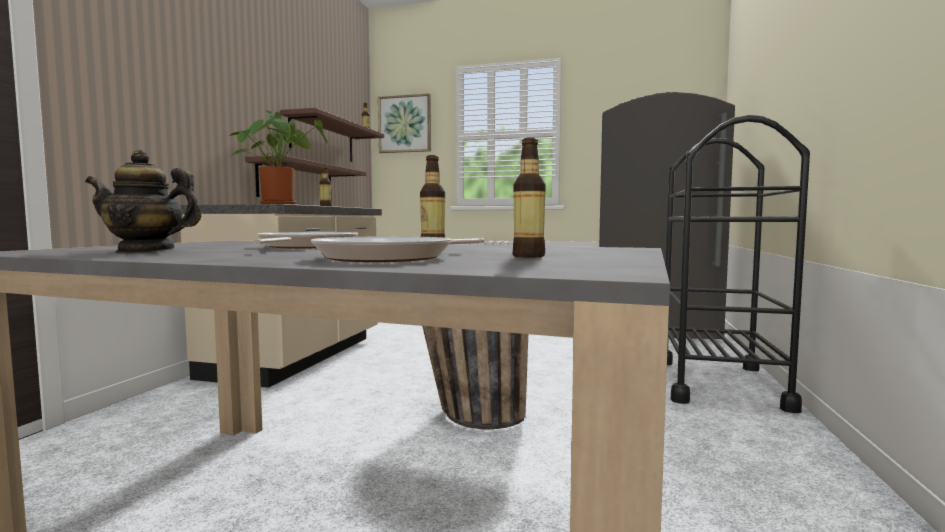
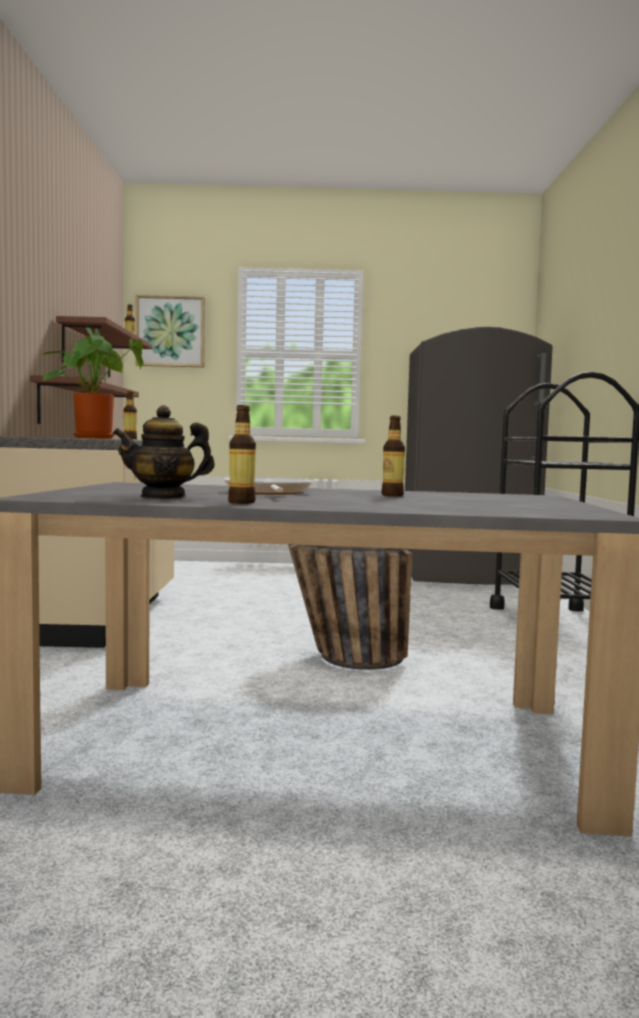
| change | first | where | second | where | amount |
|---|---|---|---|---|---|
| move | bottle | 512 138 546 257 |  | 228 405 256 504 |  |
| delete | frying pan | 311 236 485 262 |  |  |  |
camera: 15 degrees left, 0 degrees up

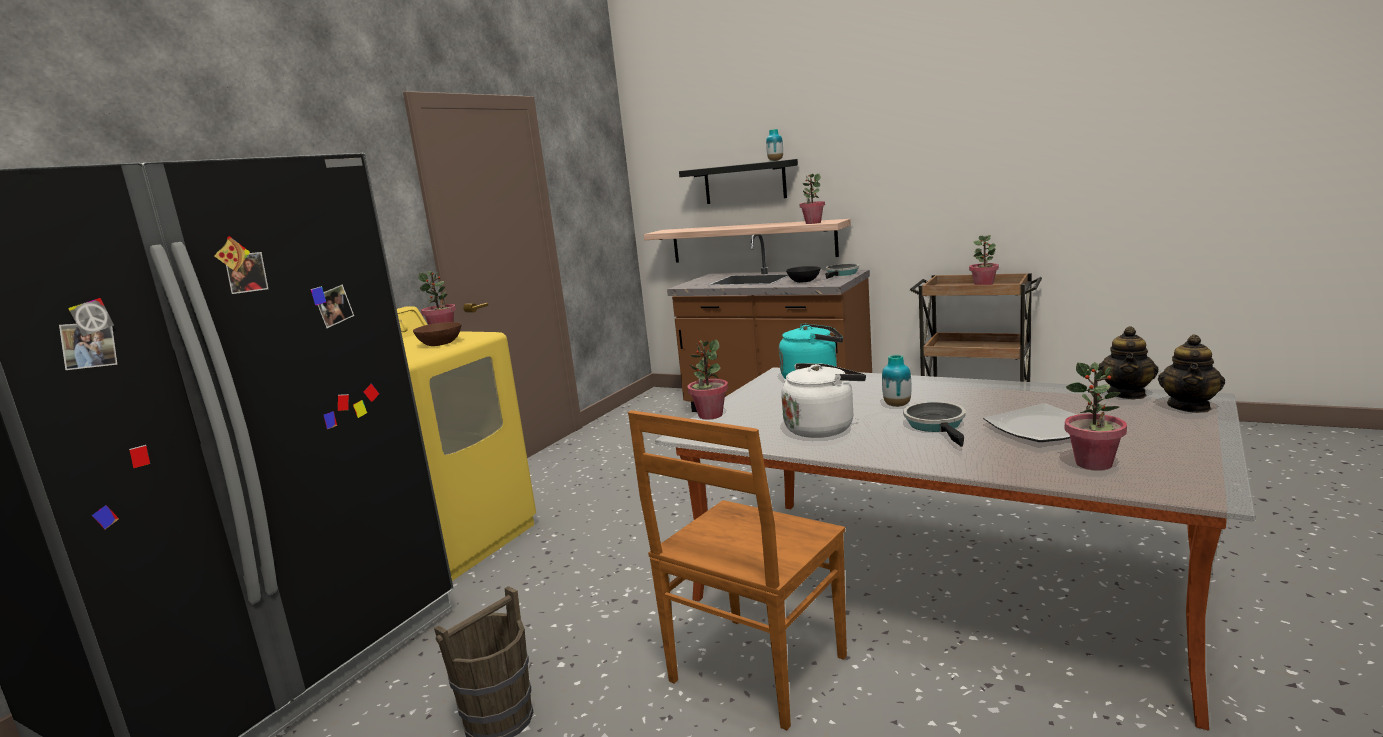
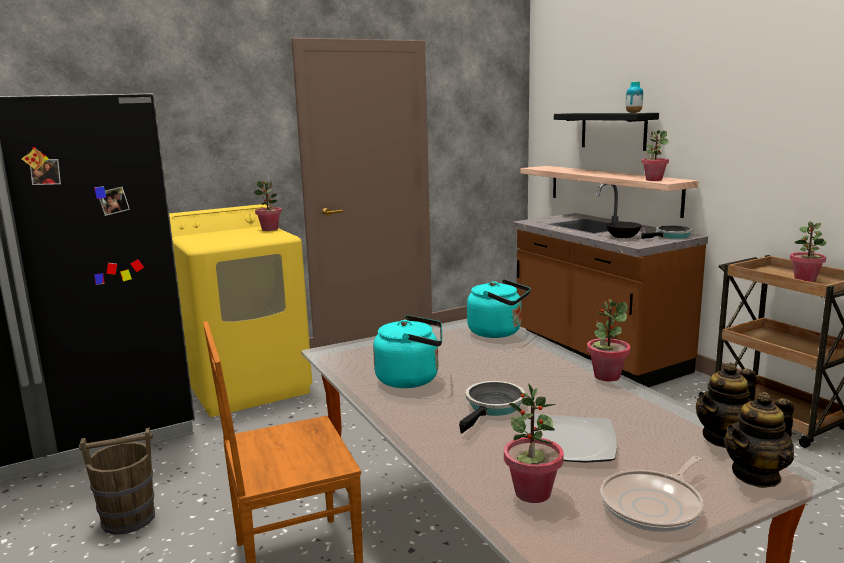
| change | first | where | second | where | amount |
|---|---|---|---|---|---|
| delete | brown bowl | 413 322 462 346 |  |  |  |
| move | potted plant | 688 339 728 419 |  | 587 299 630 381 |  |
| delete | vase | 882 355 911 407 |  |  |  |
| recolor | white kettle | 781 363 866 438 | turquoise kettle | 373 315 442 388 |  |
| insert |  |  | frying pan | 600 456 704 532 |  |
camera: 30 degrees right, 0 degrees up

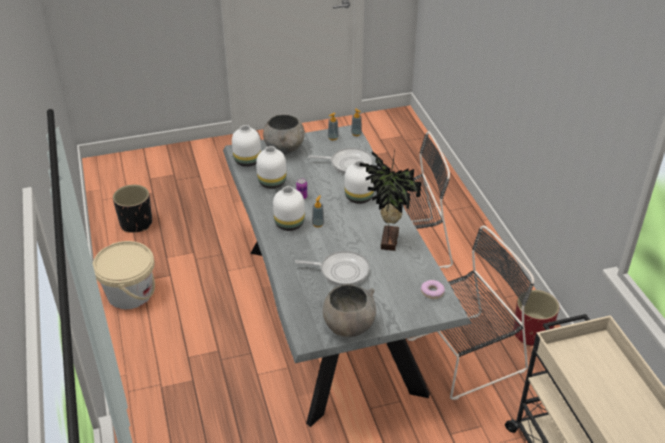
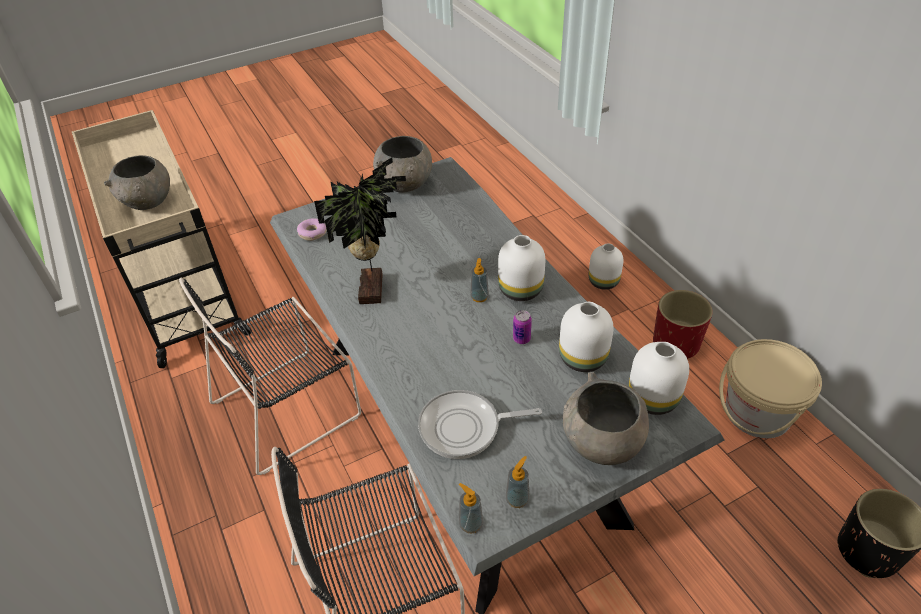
| change | first | where | second | where | amount |
|---|---|---|---|---|---|
| move | white vase | 345 160 374 204 |  | 589 243 624 290 |  |
| delete | frying pan | 295 251 370 286 |  |  |  |
| move | red planter | 513 290 559 346 |  | 653 290 712 359 |  |
| insert |  |  | grey bowl | 104 155 170 210 |  |
camera: 170 degrees right, 5 degrees up

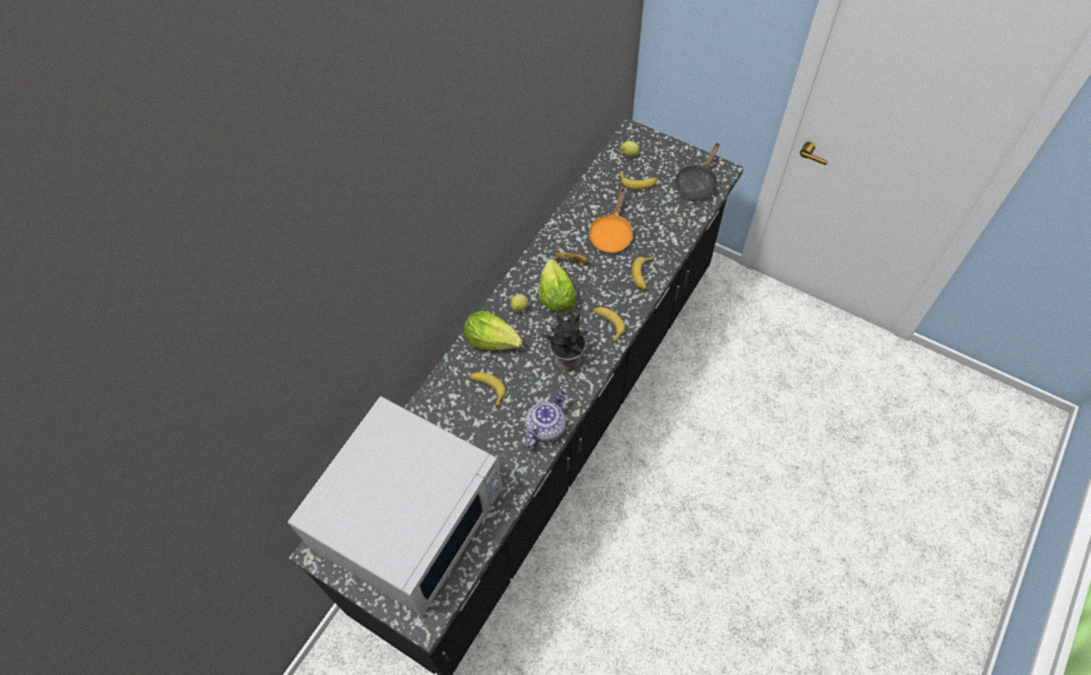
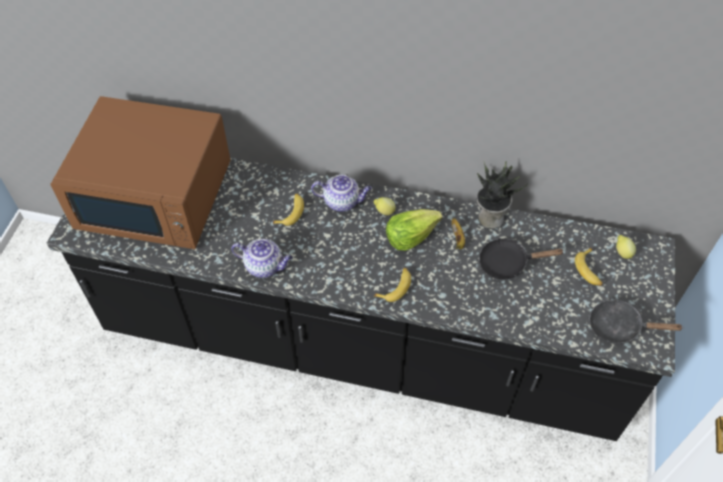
| change | first | where | second | where | amount |
|---|---|---|---|---|---|
| recolor | orange frying pan | 589 187 633 253 | black frying pan | 479 238 564 279 |  |
| delete | banana | 632 256 654 290 |  |  |  |
| move | potted plant | 535 305 591 371 |  | 477 161 528 229 |  |
| replace | lettuce | 464 311 523 350 | teapot | 311 175 372 212 |  |
| recolor | white microwave | 288 396 503 616 | brown microwave | 50 96 231 249 |  |
camera: 70 degrees right, 5 degrees down

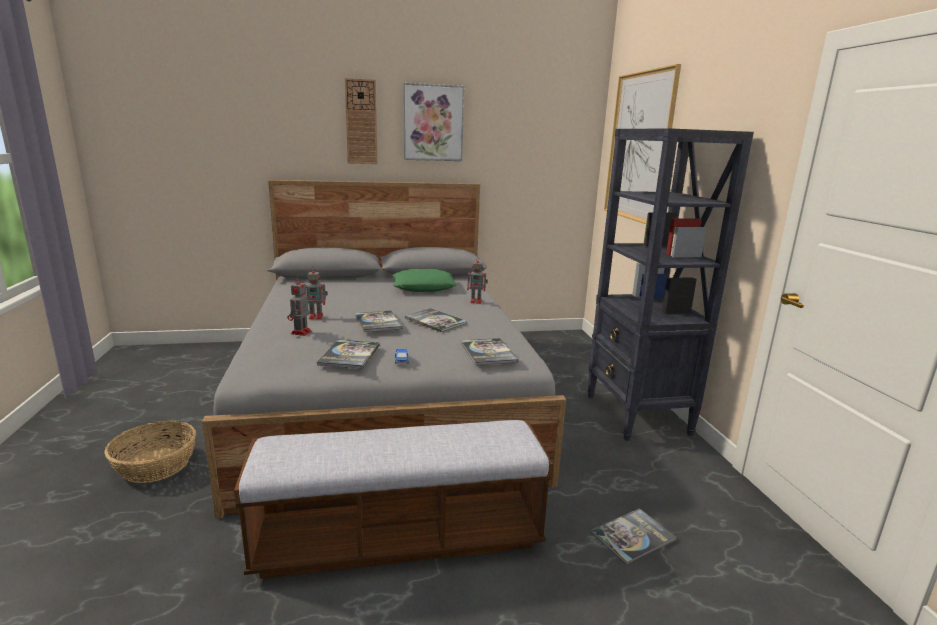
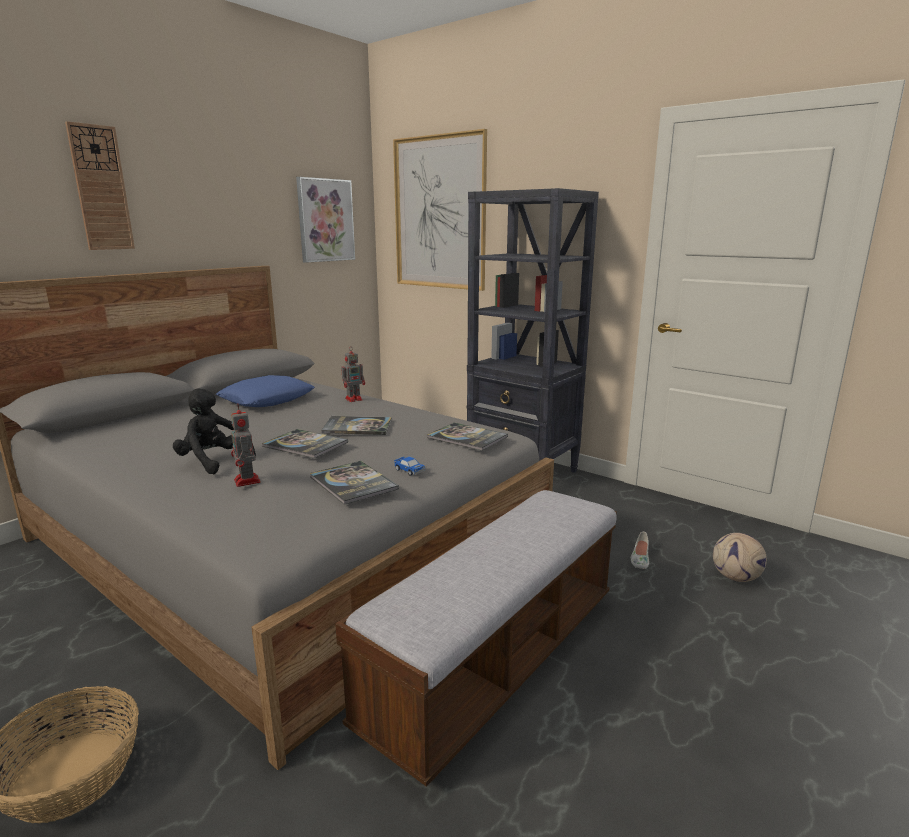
| change | first | where | second | where | amount |
|---|---|---|---|---|---|
| move | picture | 404 83 464 161 |  | 296 177 355 263 |  |
| replace | toy robot | 305 267 328 319 | black plush toy | 173 388 256 474 |  |
| recolor | green pillow | 392 269 457 292 | blue pillow | 216 375 315 407 |  |
| replace | book | 591 508 676 565 | white shoe | 631 532 649 569 |  |
| insert |  |  | football | 713 533 767 582 |  |
camera: 40 degrees left, 0 degrees up

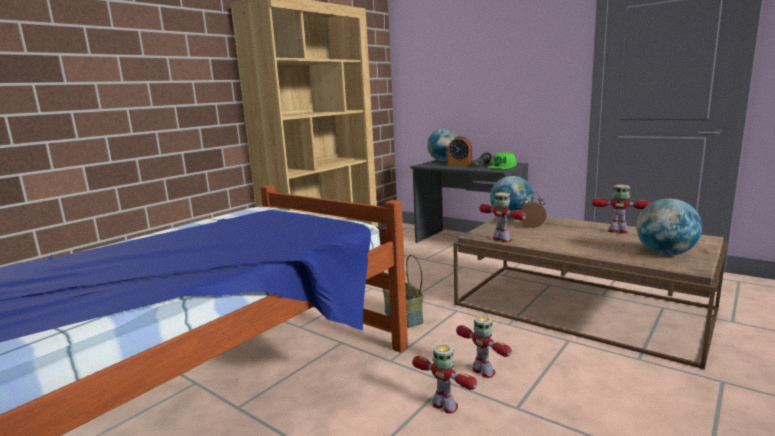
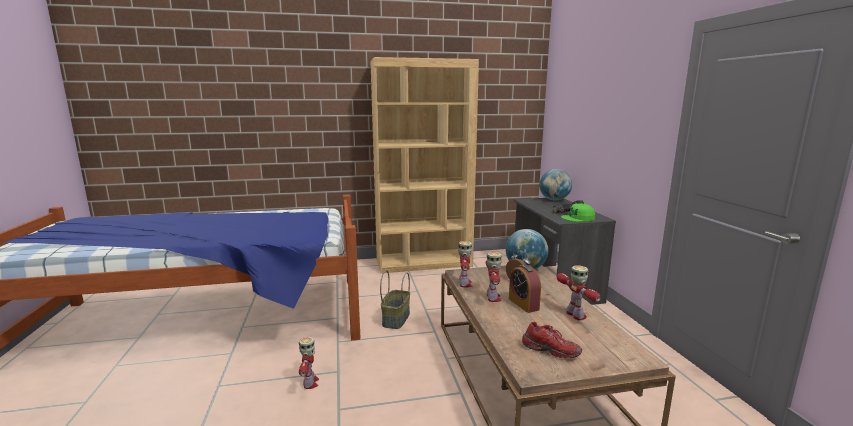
| change | first | where | second | where | amount |
|---|---|---|---|---|---|
| move | alarm clock | 448 136 472 166 |  | 509 264 541 313 |  |
| replace | globe | 636 199 702 256 | red shoe | 522 322 582 358 |  |
| move | toy robot | 456 315 512 378 |  | 486 252 502 302 |  |
camera: 40 degrees right, 0 degrees up

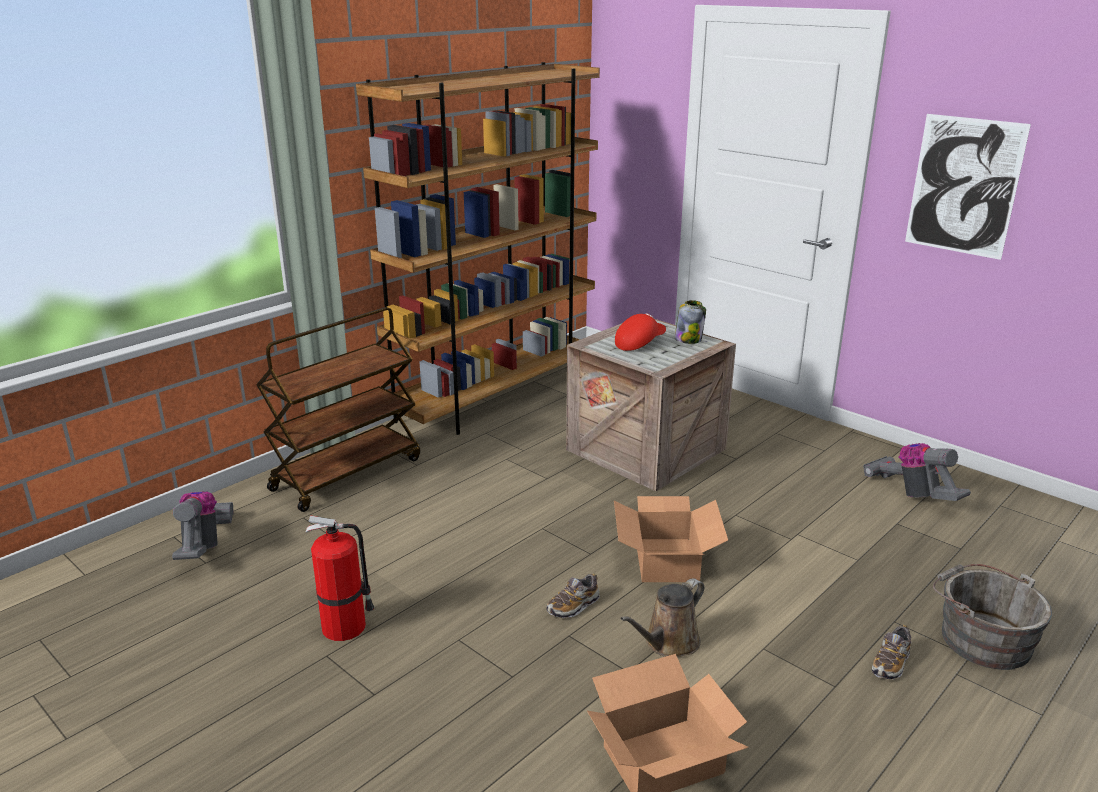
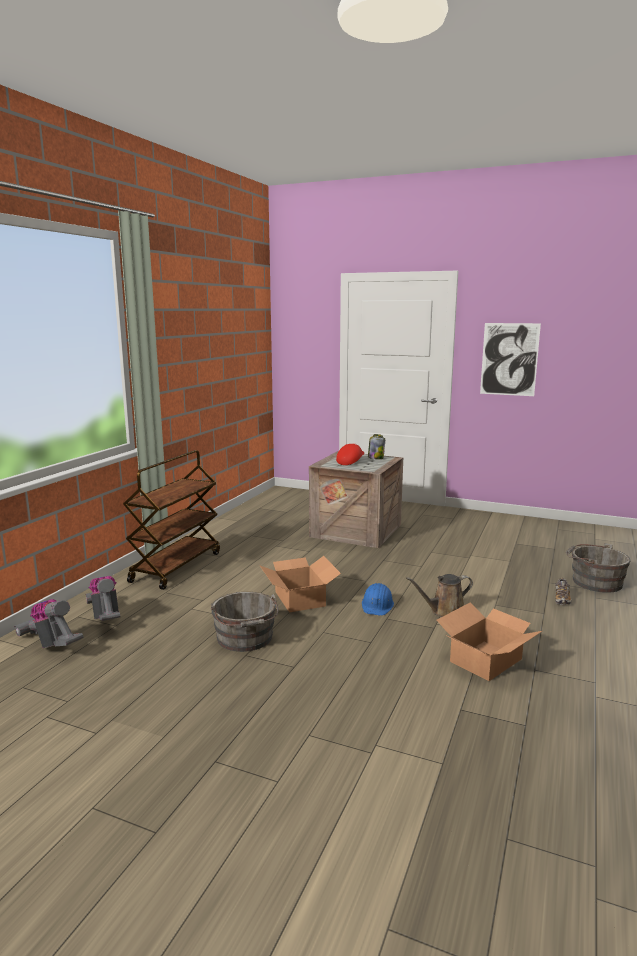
| change | first | where | second | where | amount |
|---|---|---|---|---|---|
| delete | brown bookcase | 356 62 600 435 |  |  |  |
| move | vacuum cleaner | 863 443 971 501 |  | 14 599 84 648 |  |
| move | cardboard box | 614 496 728 582 |  | 260 556 341 612 |  |
| replace | fire extinguisher | 305 515 375 641 | grey bucket | 211 592 278 652 |  |
| replace | shoe | 546 573 600 618 | blue hard hat | 362 583 394 616 |  |
| rotate | brown watering can | 620 578 704 657 |  | 406 574 473 617 | 45 degrees clockwise |
camera: 20 degrees left, 10 degrees down

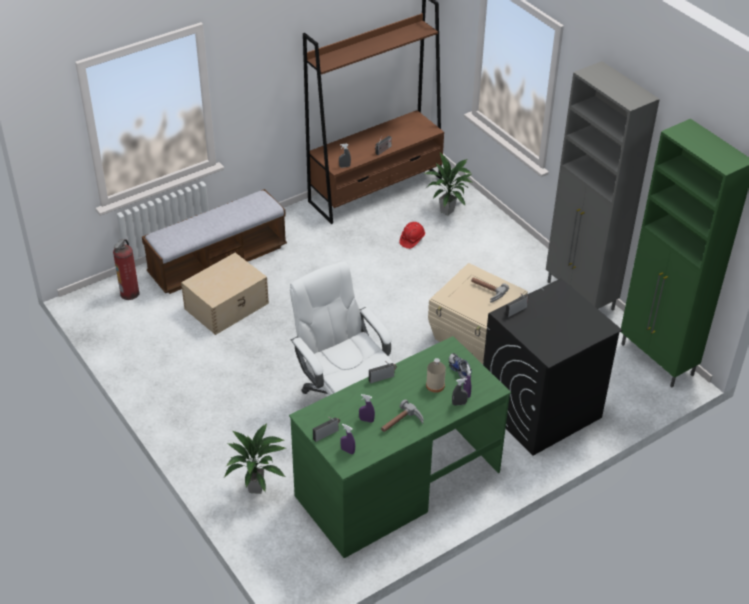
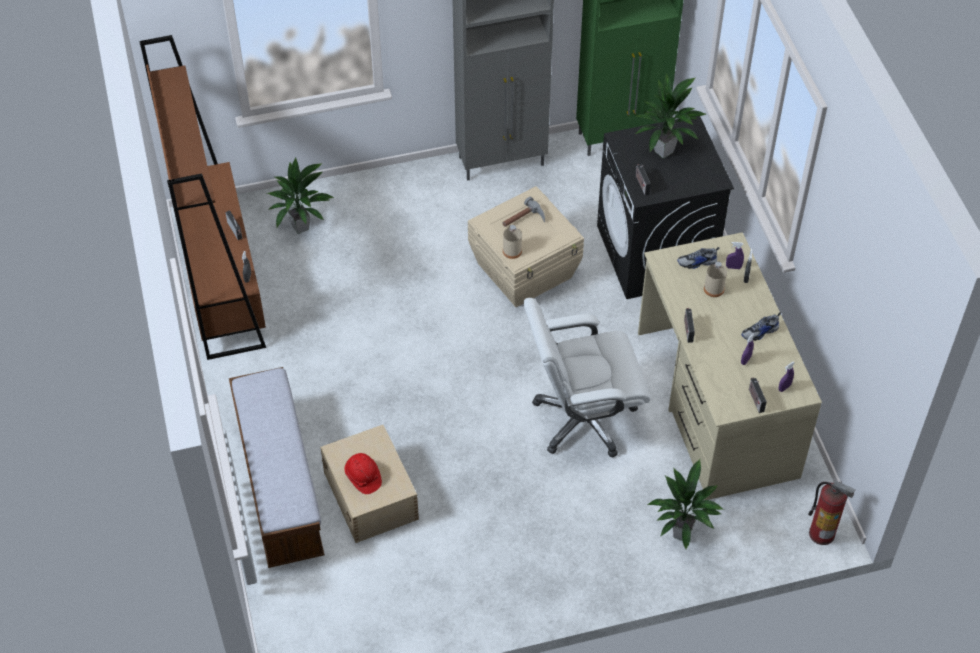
| change | first | where | second | where | amount |
|---|---|---|---|---|---|
| move | red hard hat | 399 222 425 249 |  | 345 453 382 494 |  |
| move | fire extinguisher | 113 239 140 300 |  | 808 481 855 545 |  |
| recolor | green desk | 289 336 511 558 | beige desk | 638 232 822 500 |  |
| replace | hammer | 381 399 424 432 | shoe | 741 312 781 341 |  |
| insert |  |  | potted plant | 635 74 706 159 |  |
| insert |  |  | beige bottle | 503 225 522 259 |  |
camera: 70 degrees left, 10 degrees up

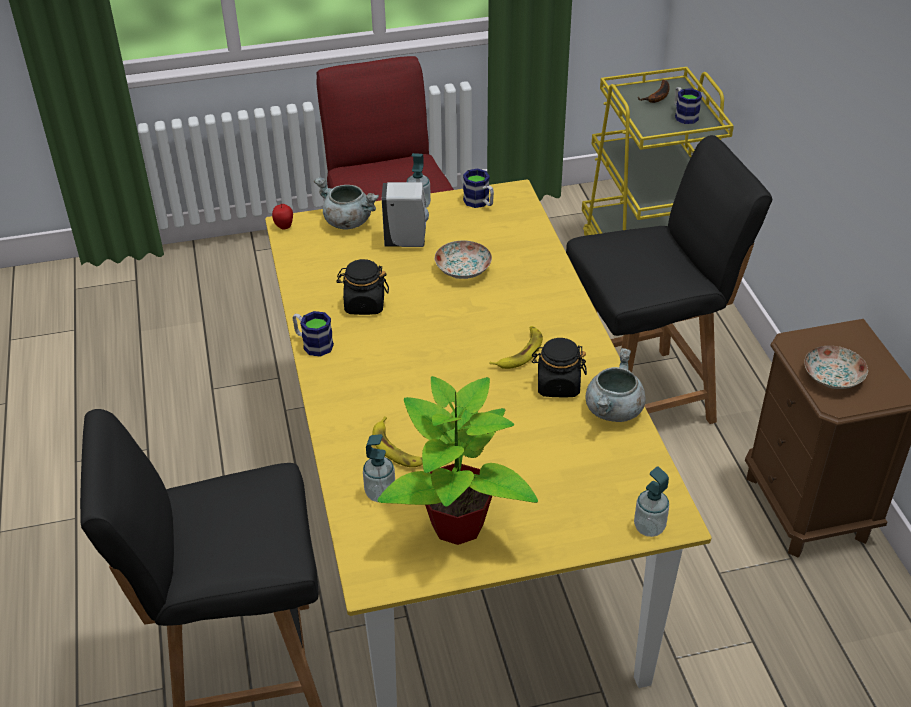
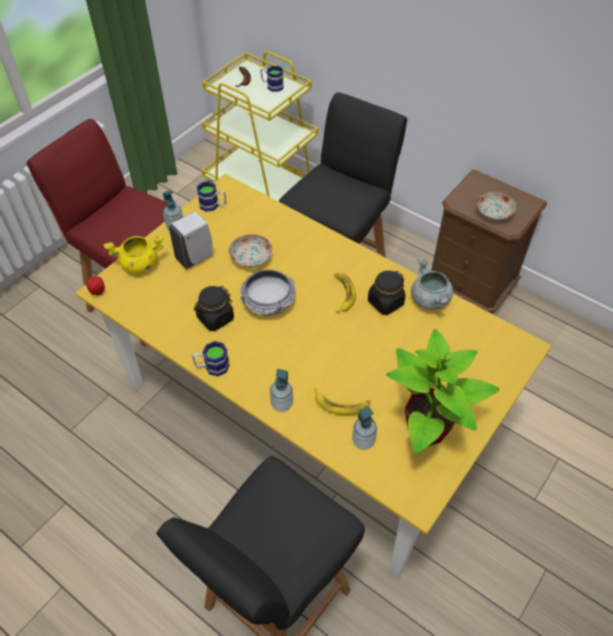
| change | first | where | second | where | amount |
|---|---|---|---|---|---|
| recolor | grey cooking pot | 314 178 379 229 | yellow cooking pot | 104 235 164 274 |  |
| move | soap dispenser | 634 466 669 537 |  | 270 369 293 412 |  |
| insert |  |  | bowl | 240 270 296 316 |  |
camera: 40 degrees left, 10 degrees up

